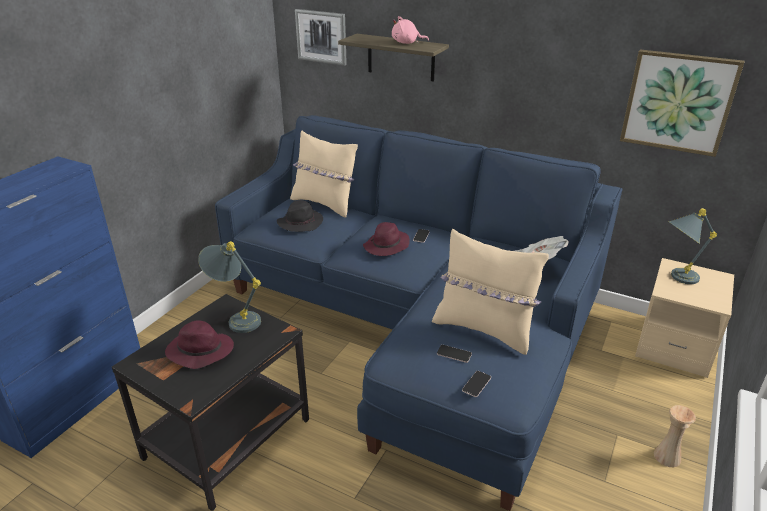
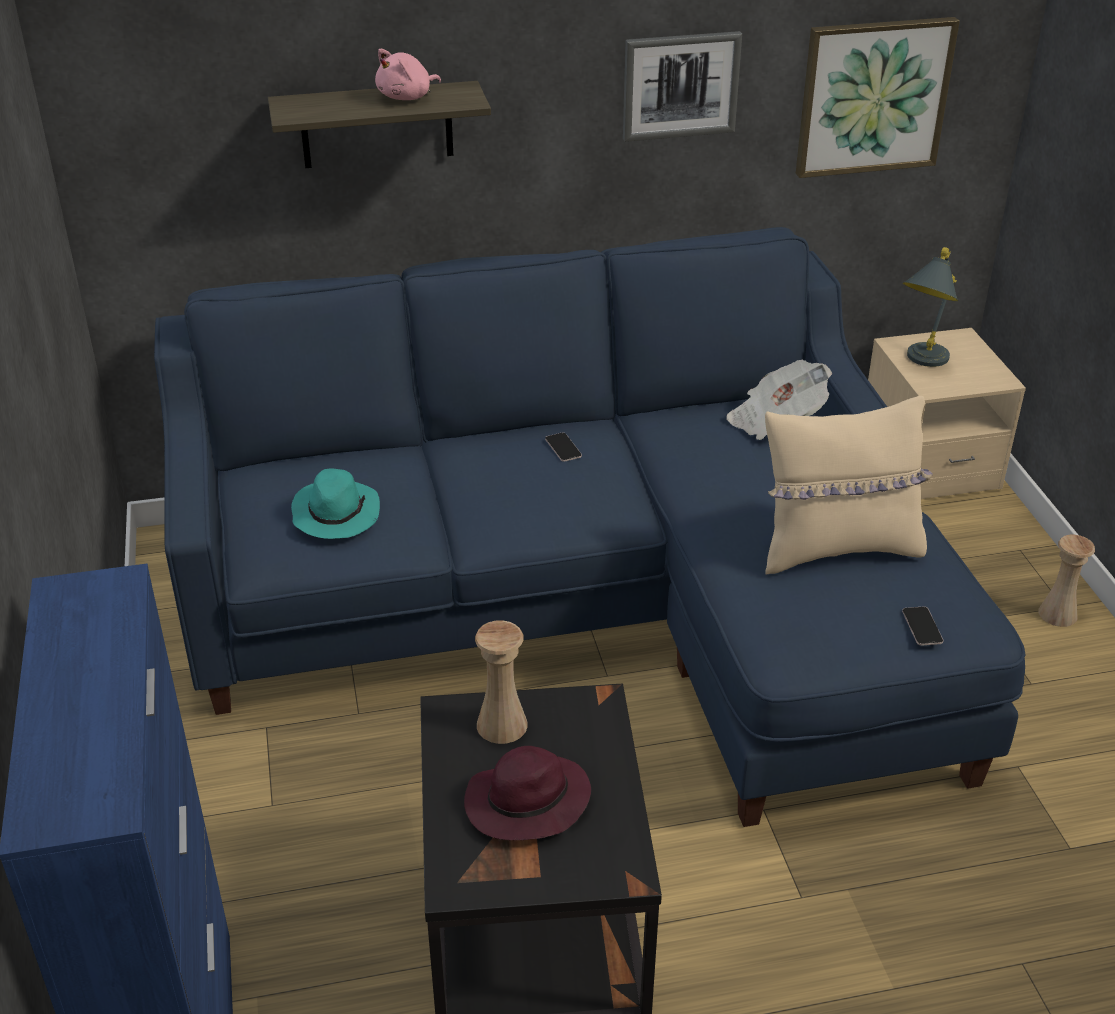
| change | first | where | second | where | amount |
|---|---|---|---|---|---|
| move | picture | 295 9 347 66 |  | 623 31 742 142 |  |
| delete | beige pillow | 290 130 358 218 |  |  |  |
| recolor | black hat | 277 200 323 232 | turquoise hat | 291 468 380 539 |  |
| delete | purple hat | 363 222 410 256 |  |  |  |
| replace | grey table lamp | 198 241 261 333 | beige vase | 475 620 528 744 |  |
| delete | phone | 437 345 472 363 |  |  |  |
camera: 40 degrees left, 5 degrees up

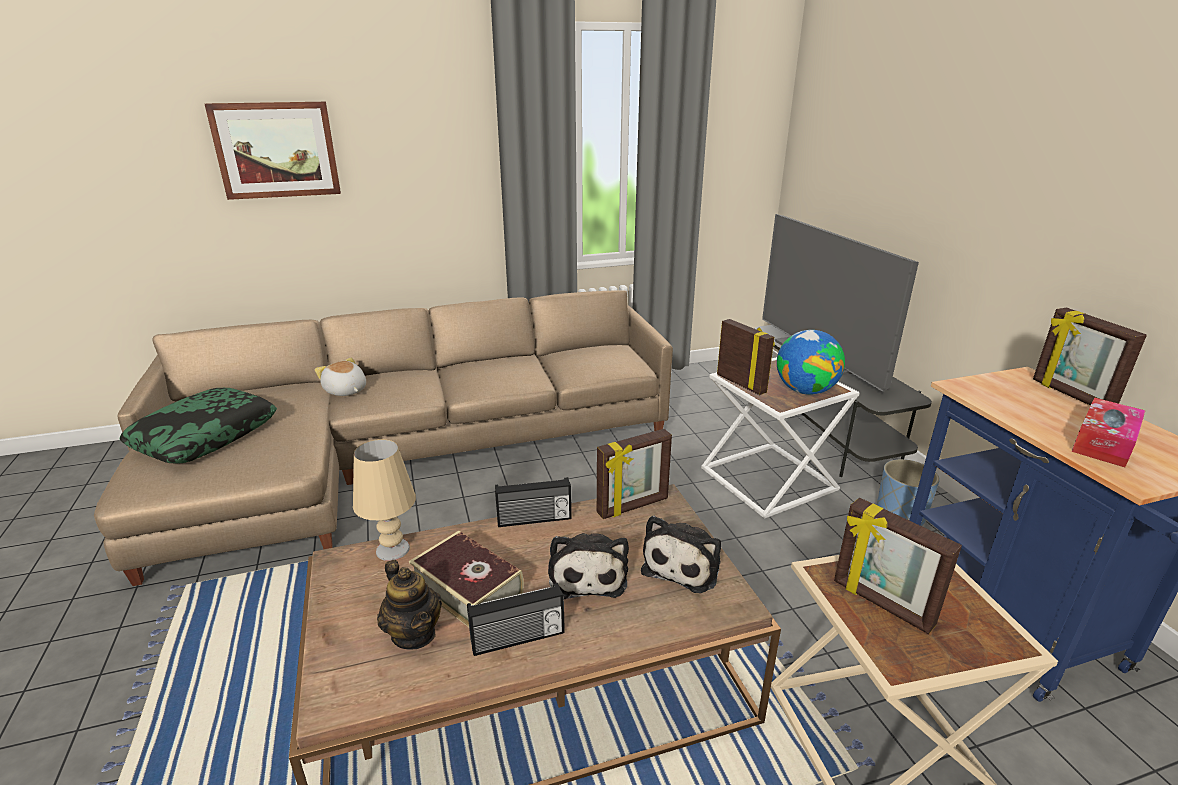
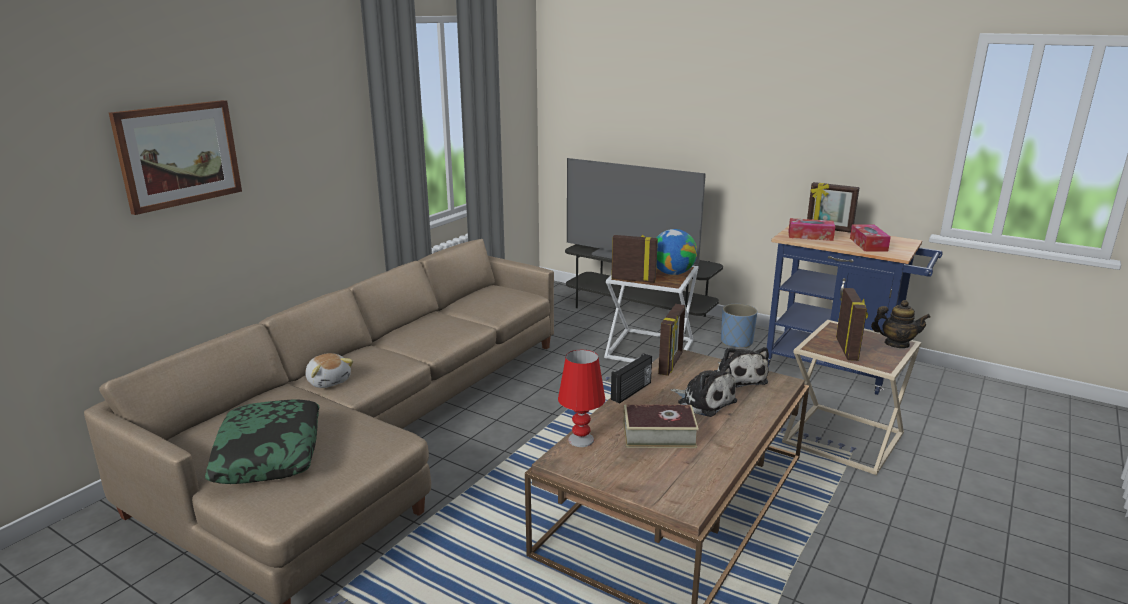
| change | first | where | second | where | amount |
|---|---|---|---|---|---|
| rotate | plush toy | 315 358 366 396 |  | 306 353 353 388 | 135 degrees counterclockwise |
| recolor | beige table lamp | 353 439 416 561 | red table lamp | 558 349 605 447 |  |
| rotate | picture frame | 834 498 962 634 |  | 836 288 868 361 | 90 degrees counterclockwise |
| move | teapot | 377 560 442 649 |  | 871 300 931 348 |  |
| delete | radio | 467 583 565 656 |  |  |  |
| insert |  |  | tissue box | 788 218 835 241 |  |
camera: 40 degrees left, 5 degrees down

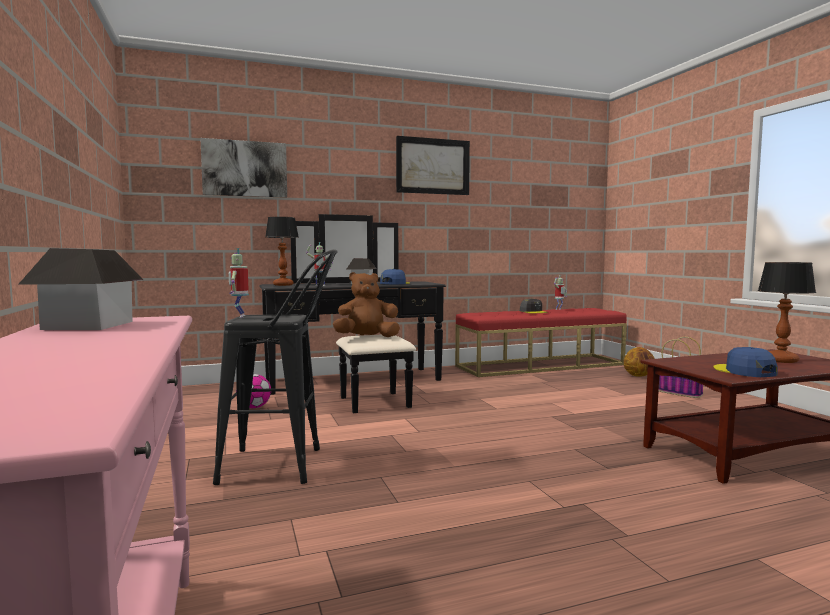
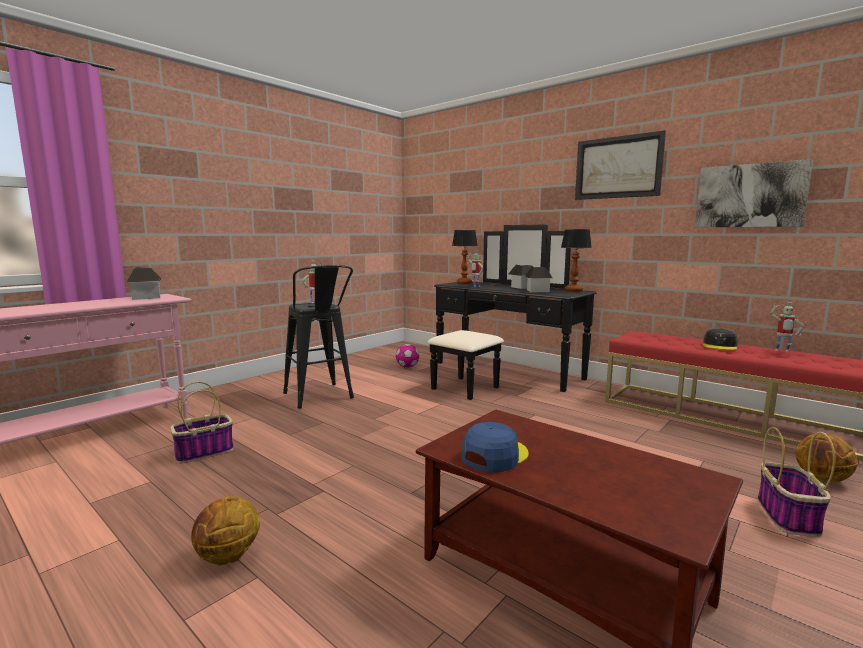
| change | first | where | second | where | amount |
|---|---|---|---|---|---|
| move | picture | 200 138 287 198 |  | 695 159 813 227 |  |
| move | table lamp | 758 262 816 363 |  | 561 229 592 292 |  |
| replace | blue cap | 380 269 410 284 | toy house | 525 266 552 292 |  |
| delete | brown plush toy | 333 272 400 337 |  |  |  |
| insert |  |  | basket | 170 382 234 463 |  |
| insert |  |  | basketball | 191 496 260 565 |  |
camera: 60 degrees right, 5 degrees up

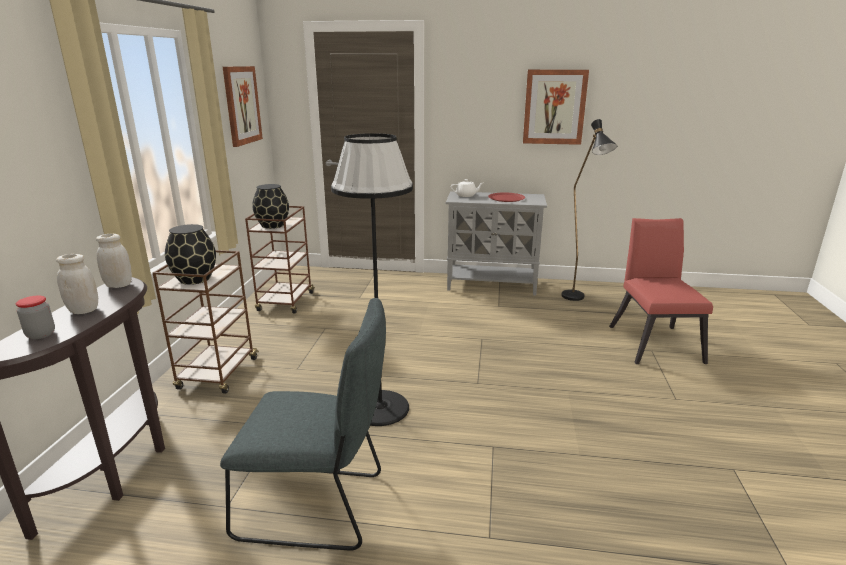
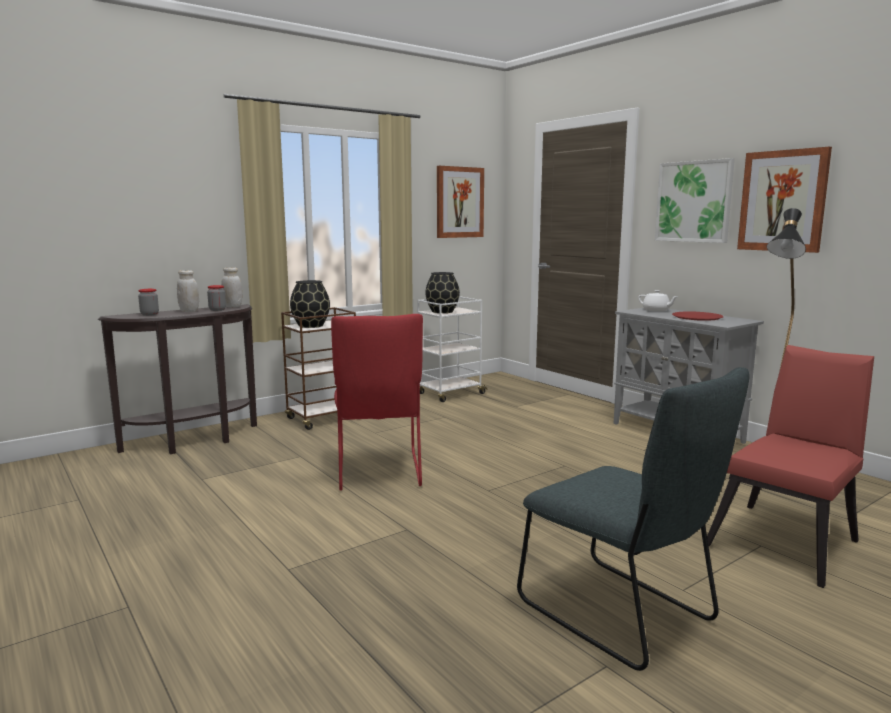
| change | first | where | second | where | amount |
|---|---|---|---|---|---|
| replace | black floor lamp | 331 133 413 426 | red chair | 331 314 423 491 |  |
| recolor | brown cart | 245 206 315 314 | white cart | 417 296 488 402 |  |
| move | grey chair | 220 298 386 551 |  | 517 367 750 671 |  |
| insert |  |  | picture | 655 158 735 243 |  |
| insert |  |  | jar | 207 285 226 311 |  |
camera: 45 degrees right, 10 degrees down

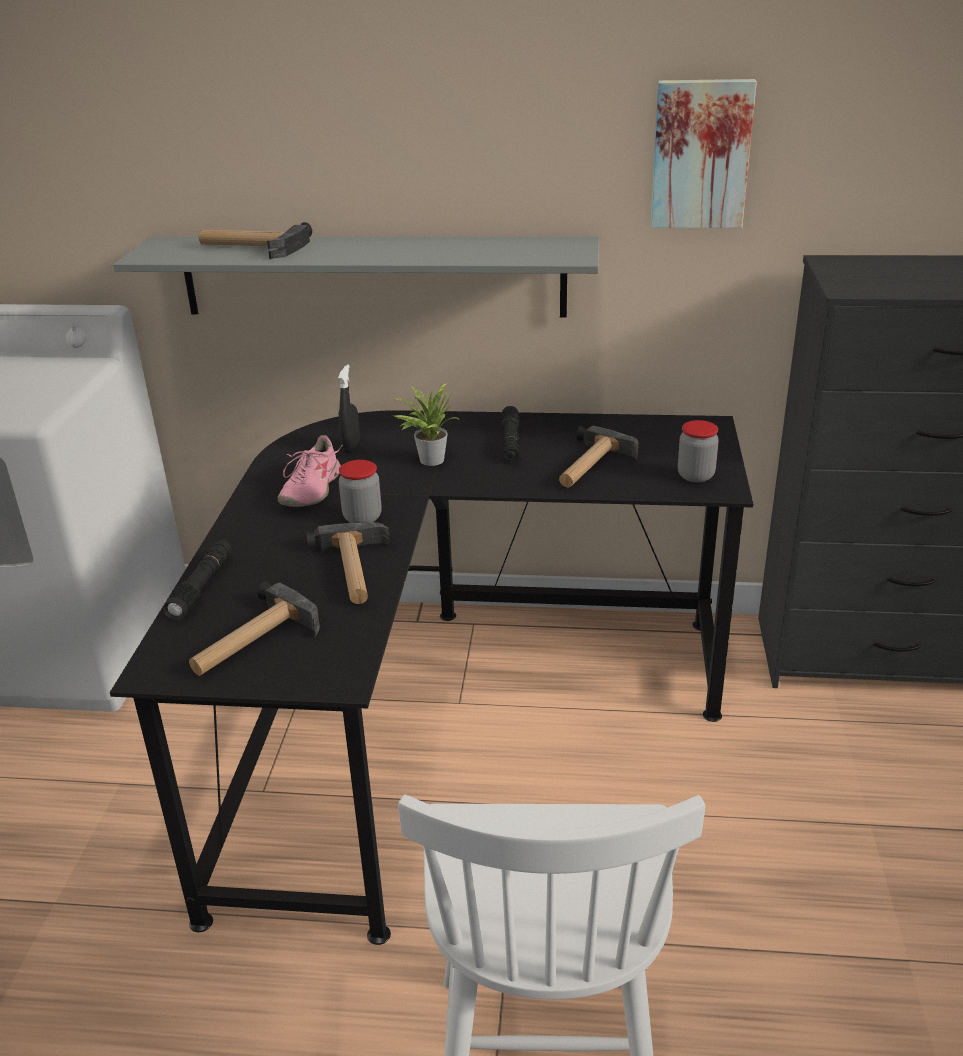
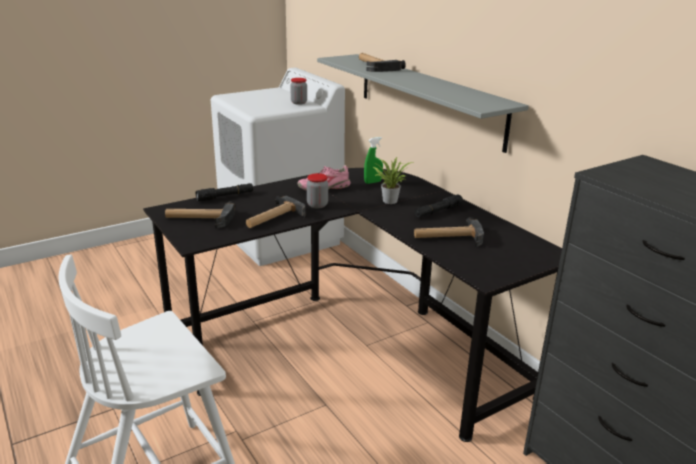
| change | first | where | second | where | amount |
|---|---|---|---|---|---|
| delete | picture | 650 79 757 228 |  |  |  |
| recolor | black spray bottle | 338 364 360 453 | green spray bottle | 364 137 383 184 |  |
| move | jar | 678 420 719 483 |  | 290 78 307 105 |  |
camera: 50 degrees right, 5 degrees down

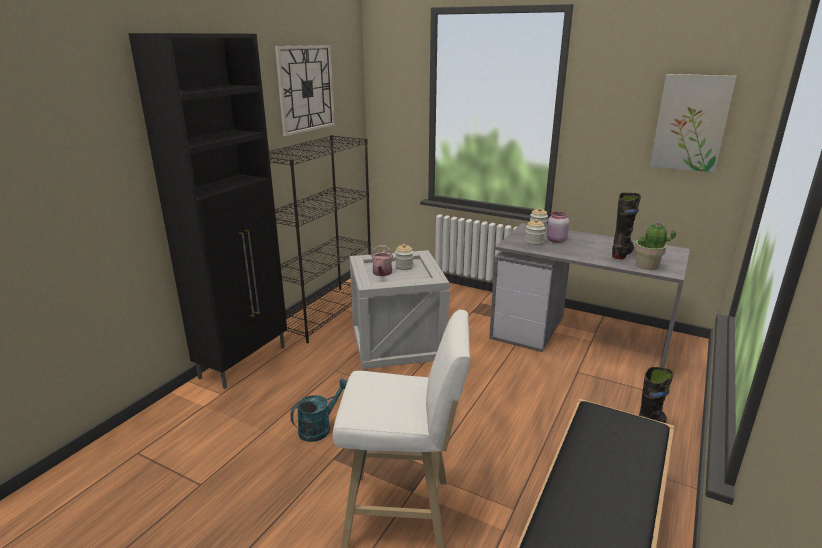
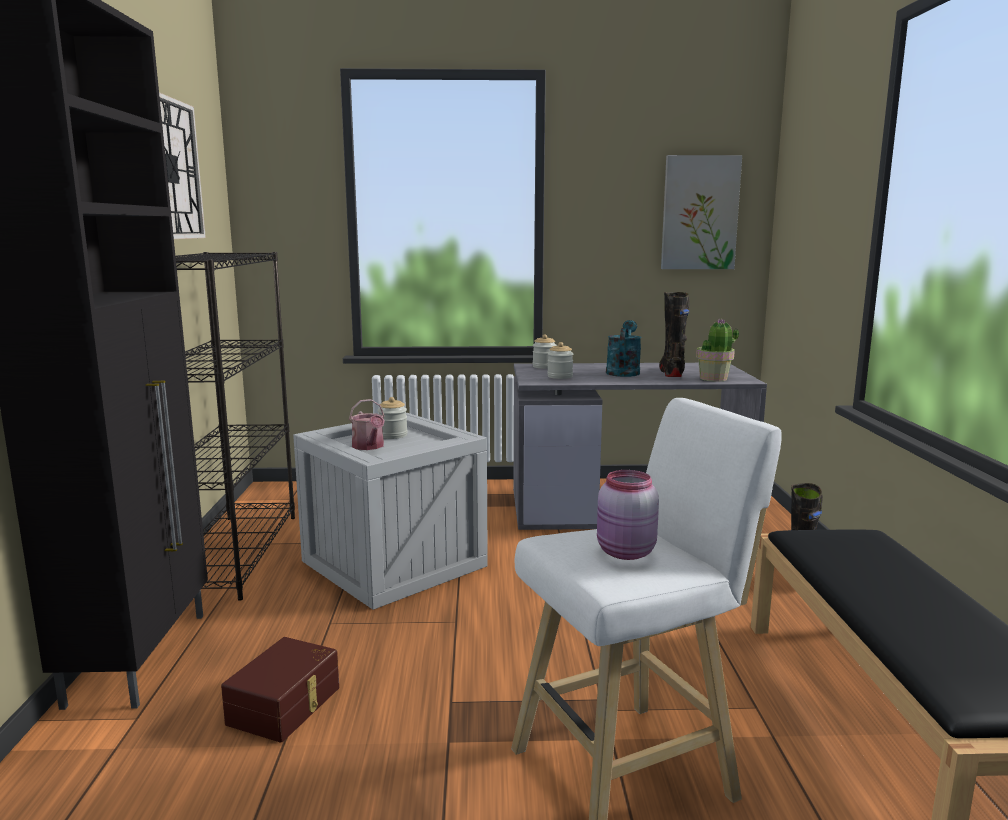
| change | first | where | second | where | amount |
|---|---|---|---|---|---|
| move | pink jar | 547 212 569 243 |  | 597 470 659 560 |  |
| move | turquoise watering can | 290 379 347 442 |  | 606 320 642 377 |  |
| insert |  |  | brown storage box | 221 637 339 742 |  |
camera: 30 degrees left, 10 degrees down

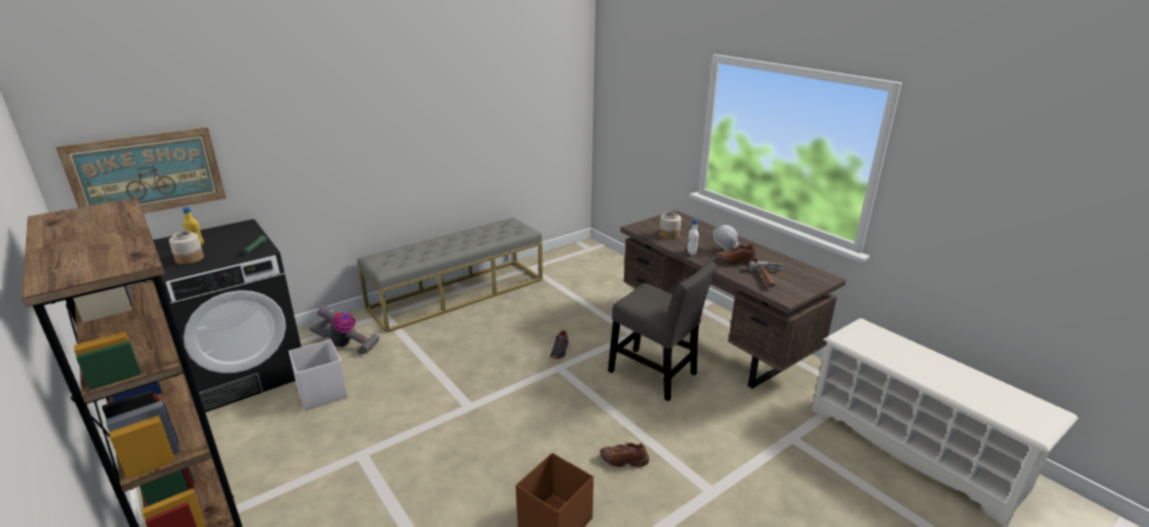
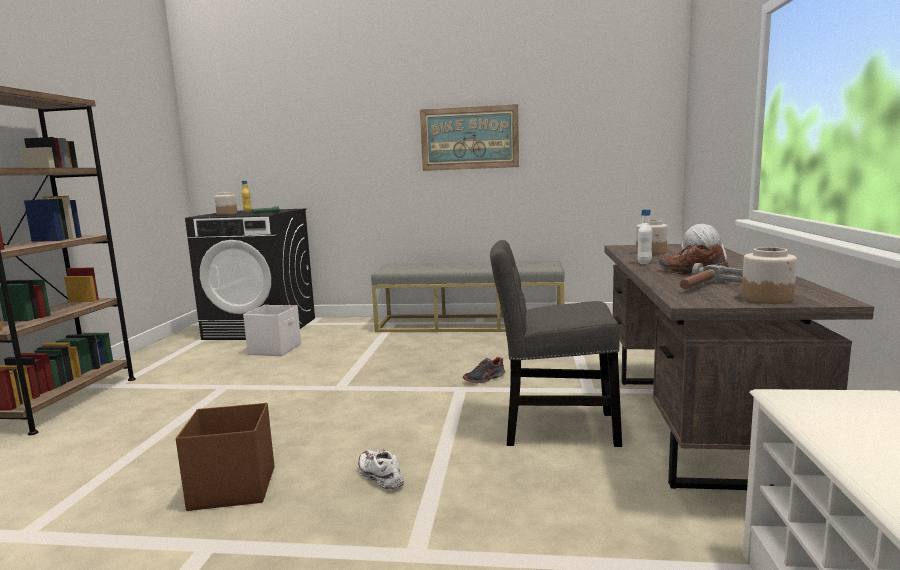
| change | first | where | second | where | amount |
|---|---|---|---|---|---|
| move | picture | 56 127 226 214 |  | 420 104 519 171 |  |
| rotate | grey chair | 608 261 717 401 |  | 490 240 622 447 | 105 degrees clockwise |
| delete | vacuum cleaner | 310 305 379 354 |  |  |  |
| recolor | brown shoe | 600 442 649 467 | white shoe | 358 449 404 489 |  |
| insert |  |  | jar | 741 247 797 304 |  |
camera: 45 degrees right, 15 degrees down

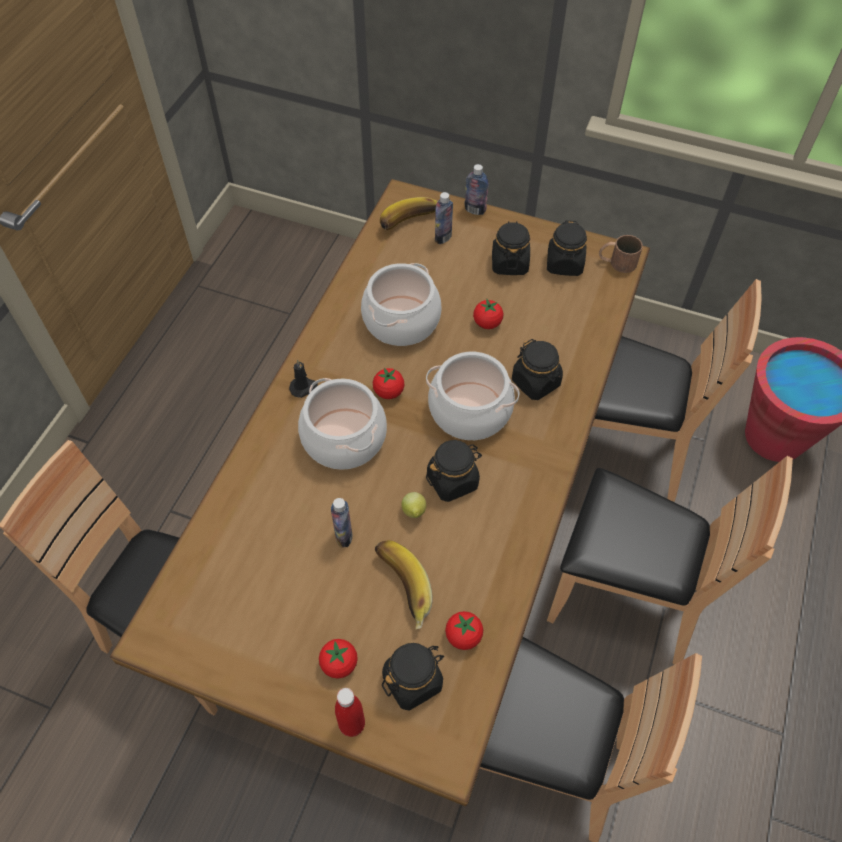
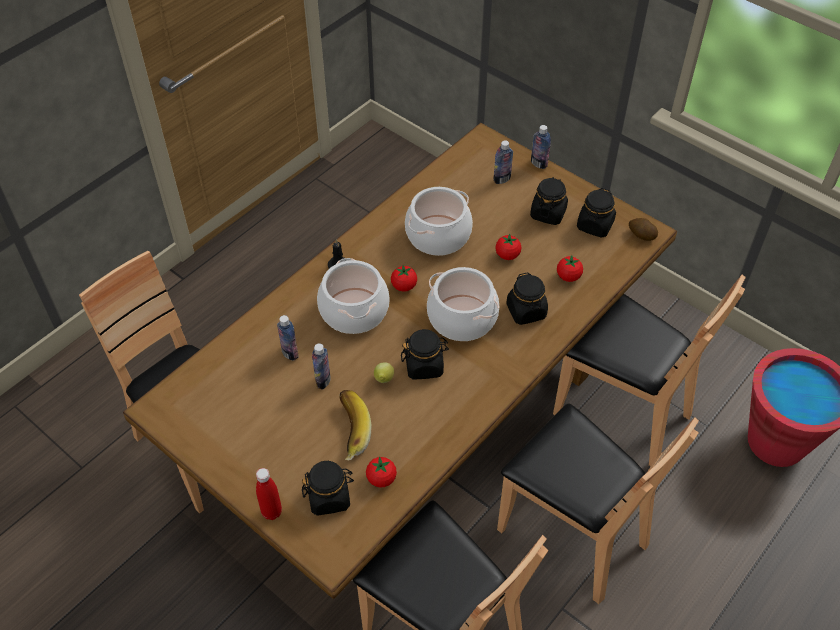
| change | first | where | second | where | amount |
|---|---|---|---|---|---|
| delete | banana | 380 197 438 230 |  |  |  |
| replace | brown mug | 599 235 643 273 | potato | 629 218 658 241 |  |
| move | tomato | 319 639 358 679 |  | 557 255 583 282 |  |
| insert |  |  | bottle | 277 315 299 360 |  |
camera: 20 degrees right, 5 degrees down

